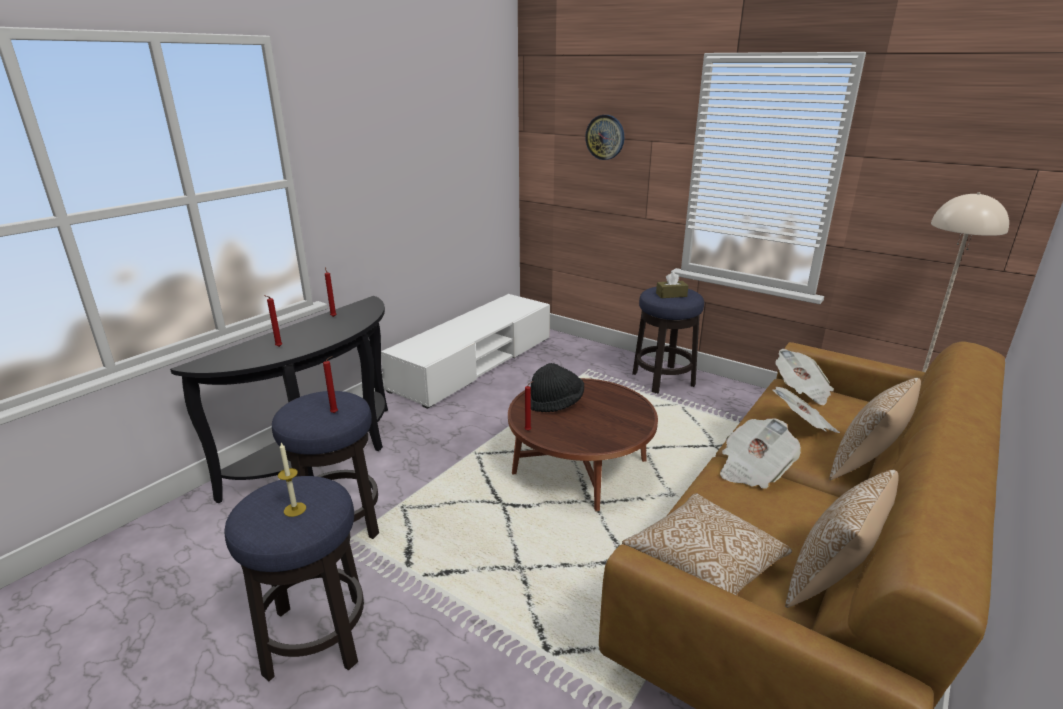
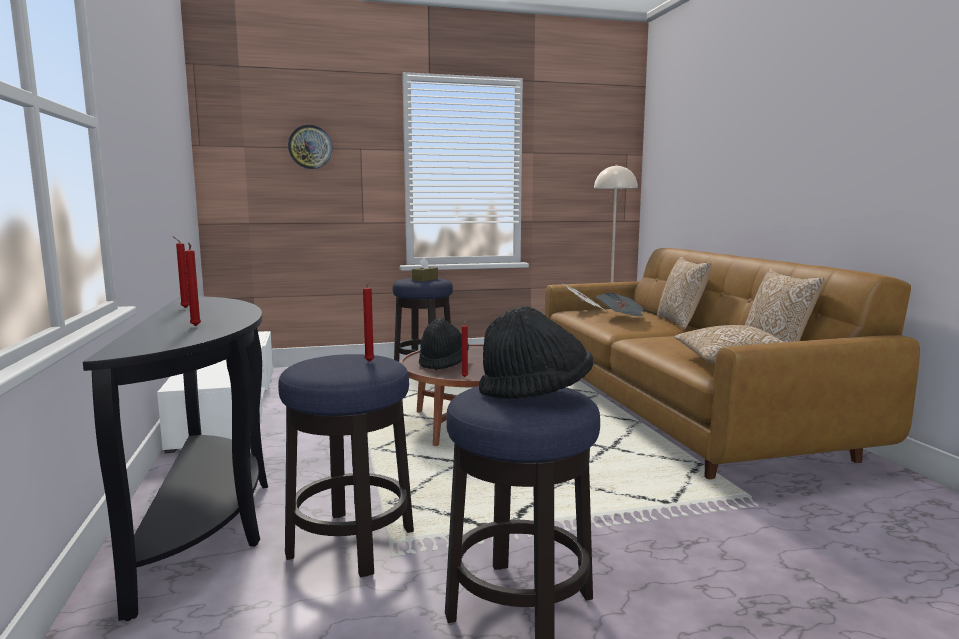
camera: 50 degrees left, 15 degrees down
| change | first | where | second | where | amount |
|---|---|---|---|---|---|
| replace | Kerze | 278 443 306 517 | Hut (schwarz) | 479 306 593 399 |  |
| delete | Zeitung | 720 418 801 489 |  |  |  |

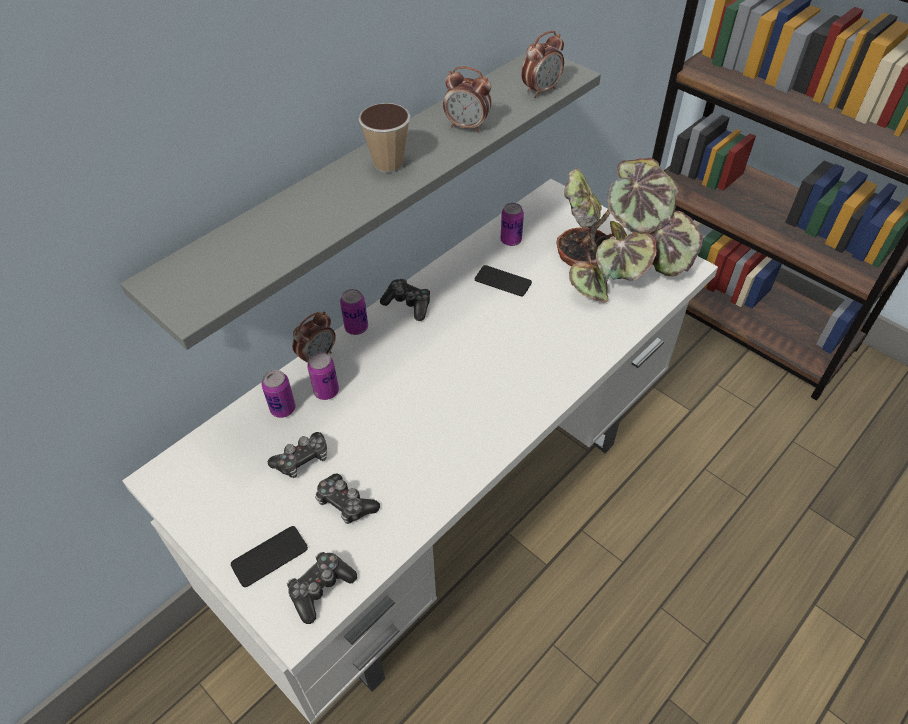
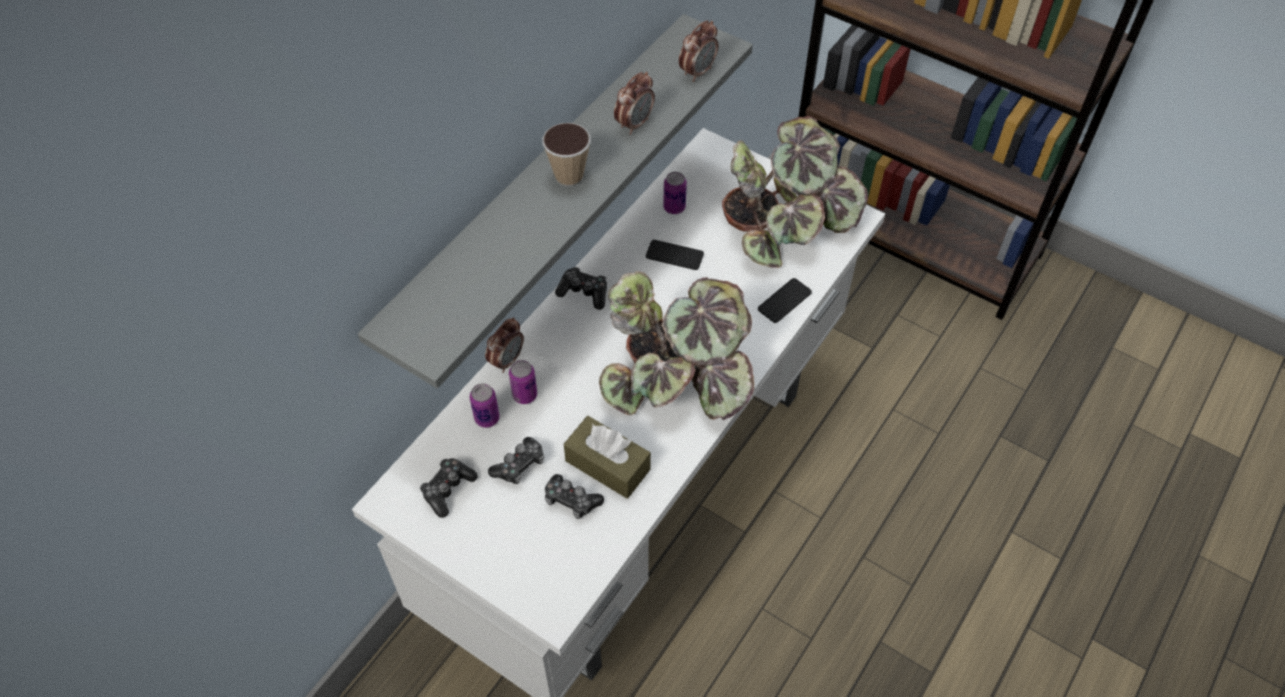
camera: 10 degrees left, 5 degrees up
| change | first | where | second | where | amount |
|---|---|---|---|---|---|
| move | Handy | 231 526 308 587 |  | 758 278 812 323 |  |
| move | Gamepad | 287 552 357 624 |  | 420 458 478 518 |  |
| delete | Dose | 340 289 368 335 |  |  |  |
| rotate | Wecker | 443 66 491 133 |  | 614 72 655 135 | 60 degrees counterclockwise |
| insert |  |  | Taschentuchbox (braun) | 564 416 651 499 |  |
| insert |  |  | Topfpflanze | 599 271 754 420 |  |

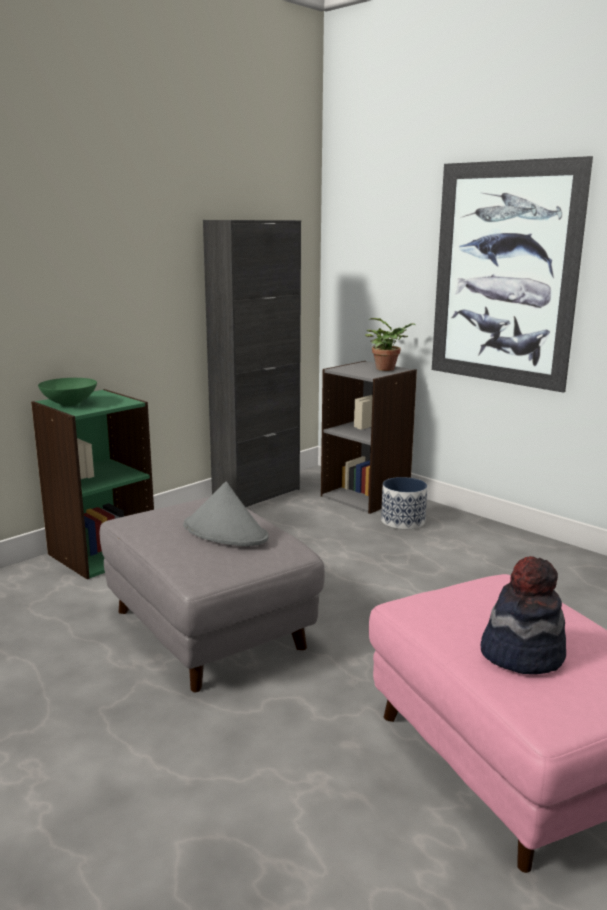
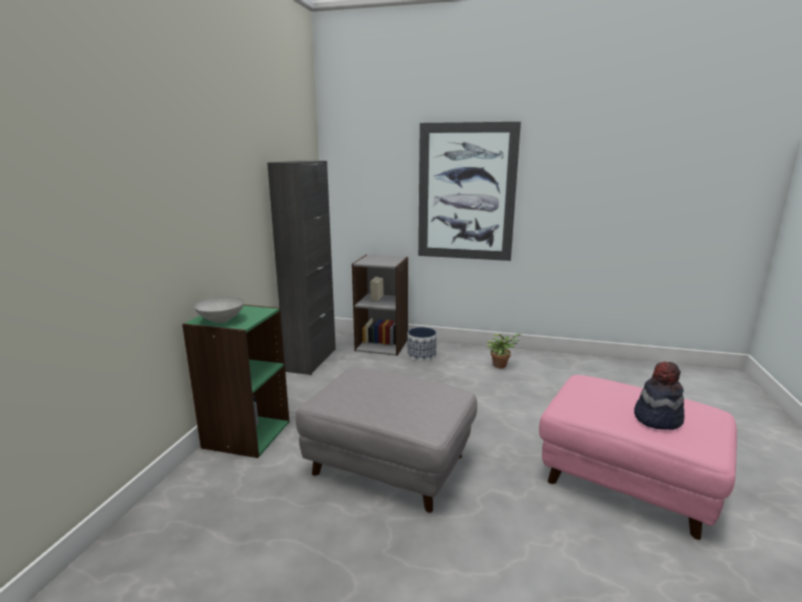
camera: 30 degrees left, 0 degrees up
| change | first | where | second | where | amount |
|---|---|---|---|---|---|
| recolor | Schüssel (grün) | 38 378 97 406 | Schüssel (grau) | 194 297 244 323 |  |
| delete | Hut (grau) | 183 482 269 546 |  |  |  |
| move | Topfpflanze | 365 318 415 371 |  | 487 334 522 368 |  |

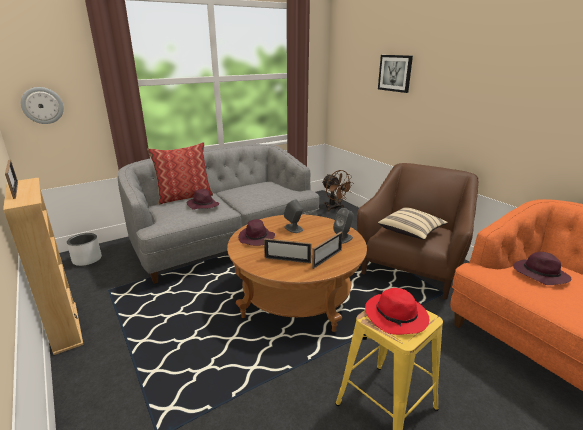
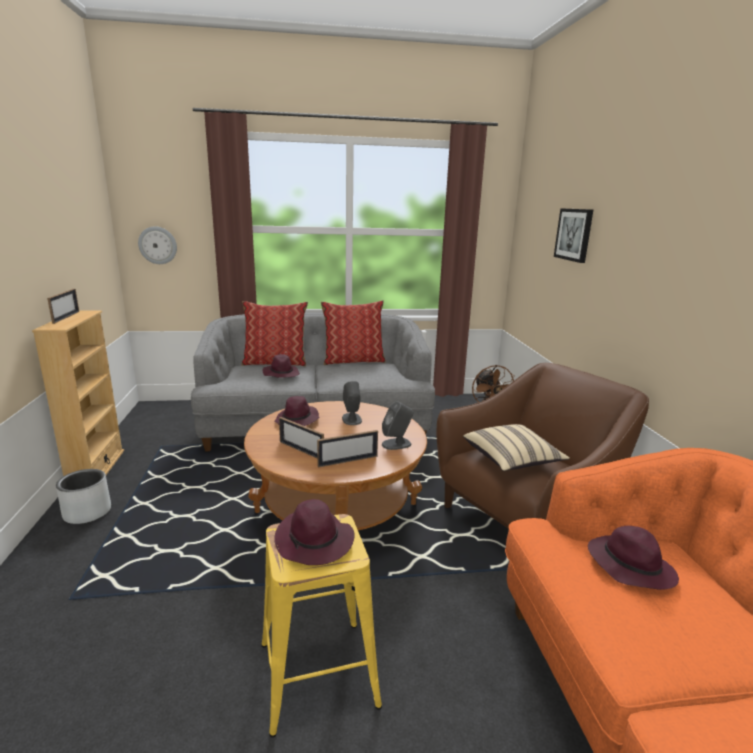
camera: 25 degrees right, 5 degrees down
| change | first | where | second | where | amount |
|---|---|---|---|---|---|
| move | Pflanzkübel (grau) | 67 233 102 266 |  | 56 469 111 524 |  |
| recolor | Hut (rot) | 365 288 429 335 | Hut (lila) | 274 499 354 565 |  |
| insert |  |  | Kissen | 321 300 386 365 |  |

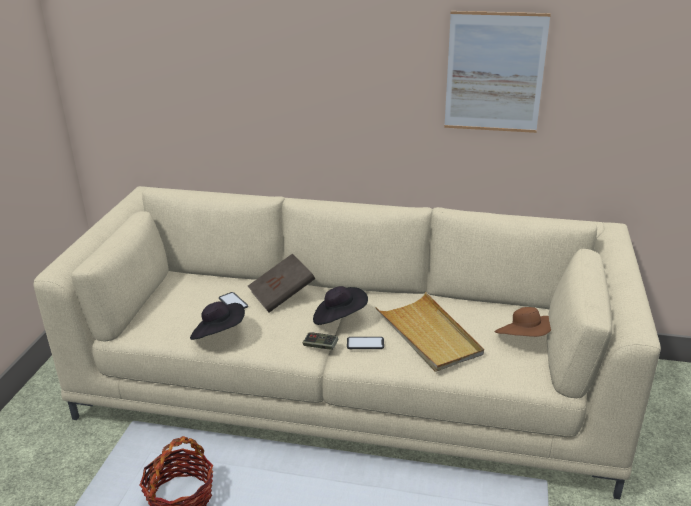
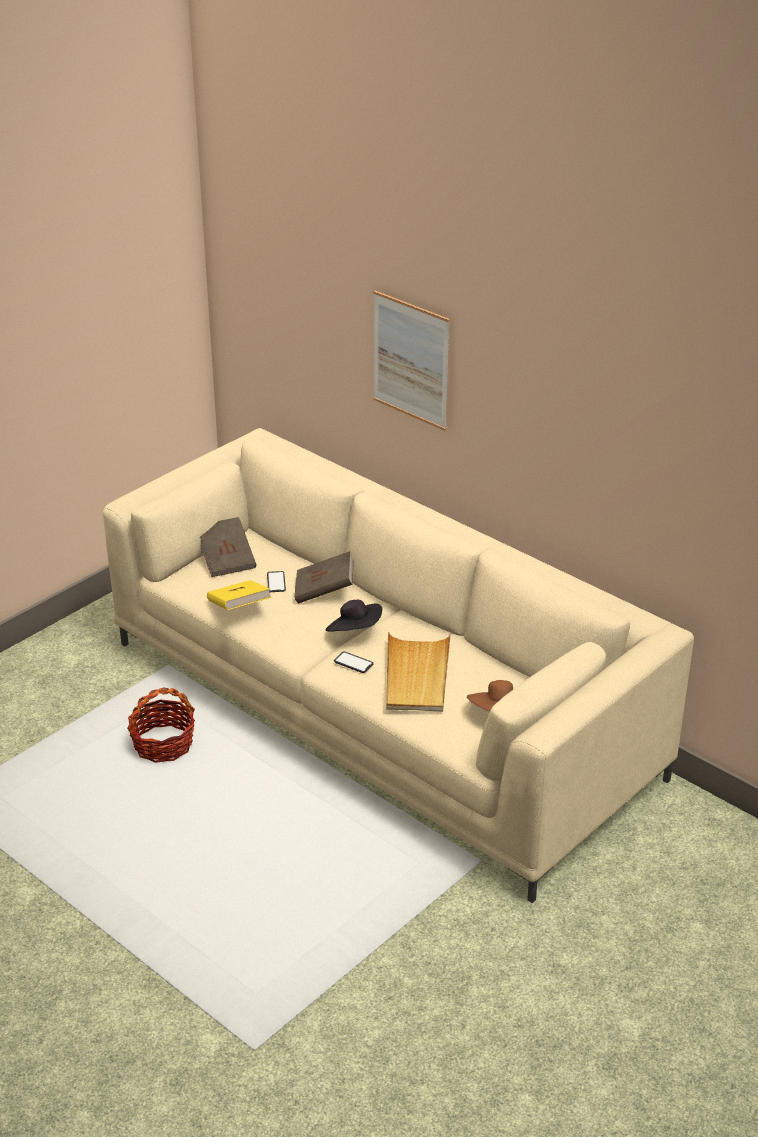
camera: 30 degrees right, 5 degrees up
| change | first | where | second | where | amount |
|---|---|---|---|---|---|
| replace | Hut (schwarz) | 190 301 245 340 | Buch (gelb) | 207 580 272 610 |  |
| delete | Gamepad | 303 332 339 350 |  |  |  |
| move | Bild | 444 11 551 133 |  | 374 291 450 431 |  |
| insert |  |  | Buch (braun) | 200 517 256 577 |  |

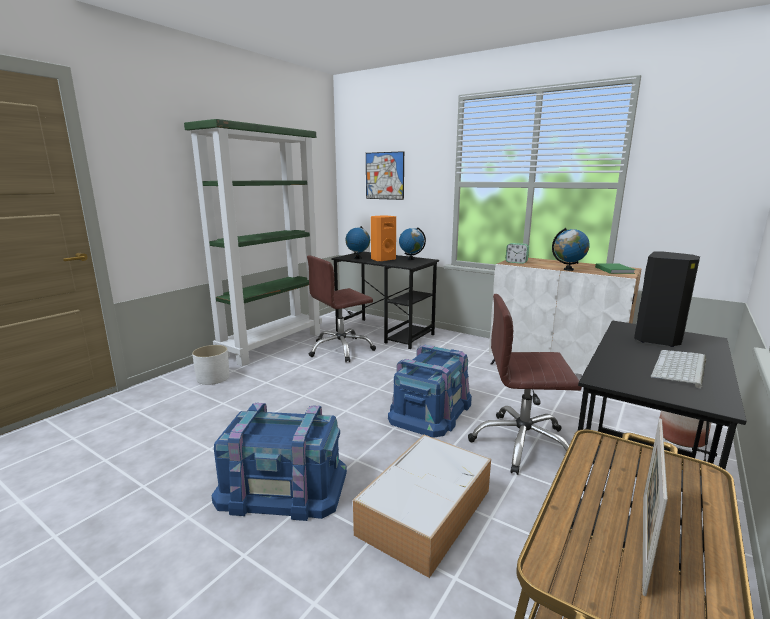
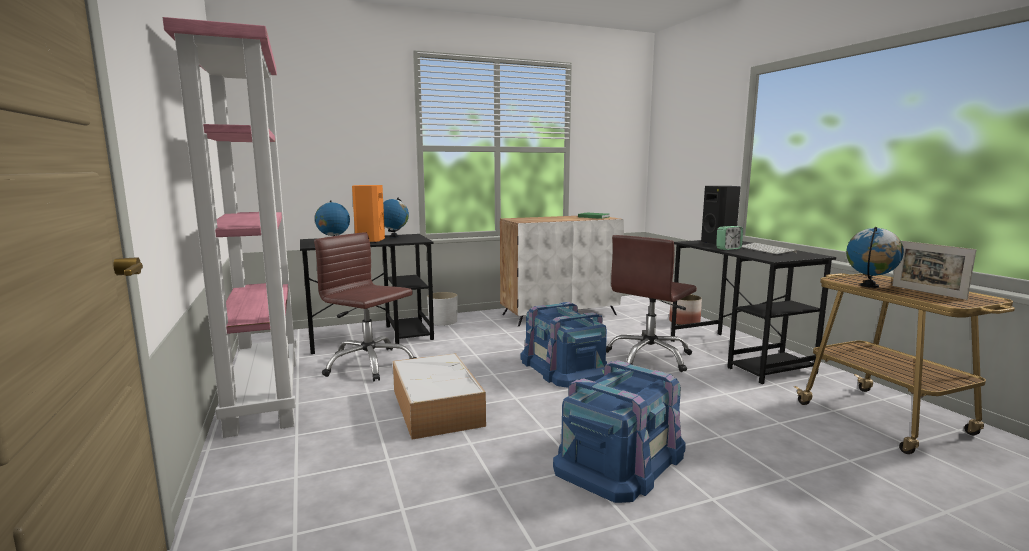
camera: 55 degrees left, 5 degrees down
| change | first | where | second | where | amount |
|---|---|---|---|---|---|
| recolor | Bücherregal (grün) | 184 119 322 366 | Bücherregal (rosa) | 163 17 297 438 |  |
| move | Pflanzkübel (weiß) | 192 345 230 385 |  | 427 292 457 326 |  |
| rotate | Bürostuhl (braun) | 307 255 376 362 |  | 314 232 417 382 | 120 degrees clockwise |
| move | Aufbewahrungsbox | 353 435 491 578 |  | 393 353 486 439 |  |
| delete | Bild | 366 151 404 200 |  |  |  |
| move | Wecker | 506 243 529 264 |  | 716 226 743 250 |  |
| move | Globus | 552 228 590 271 |  | 846 227 904 288 |  |

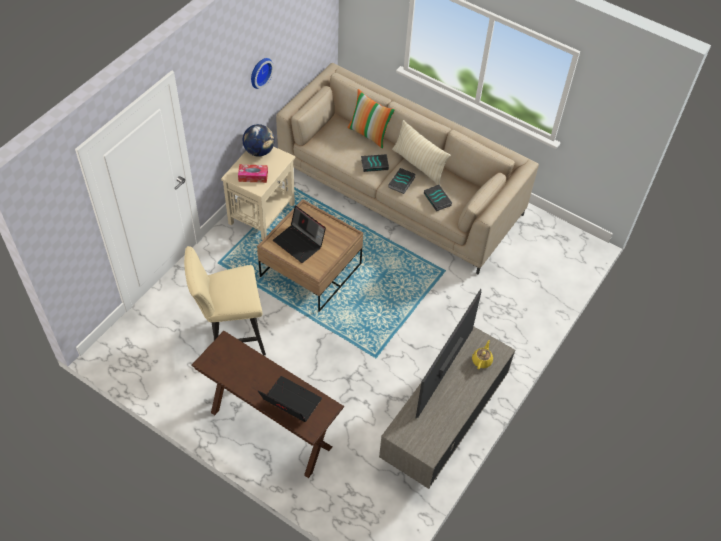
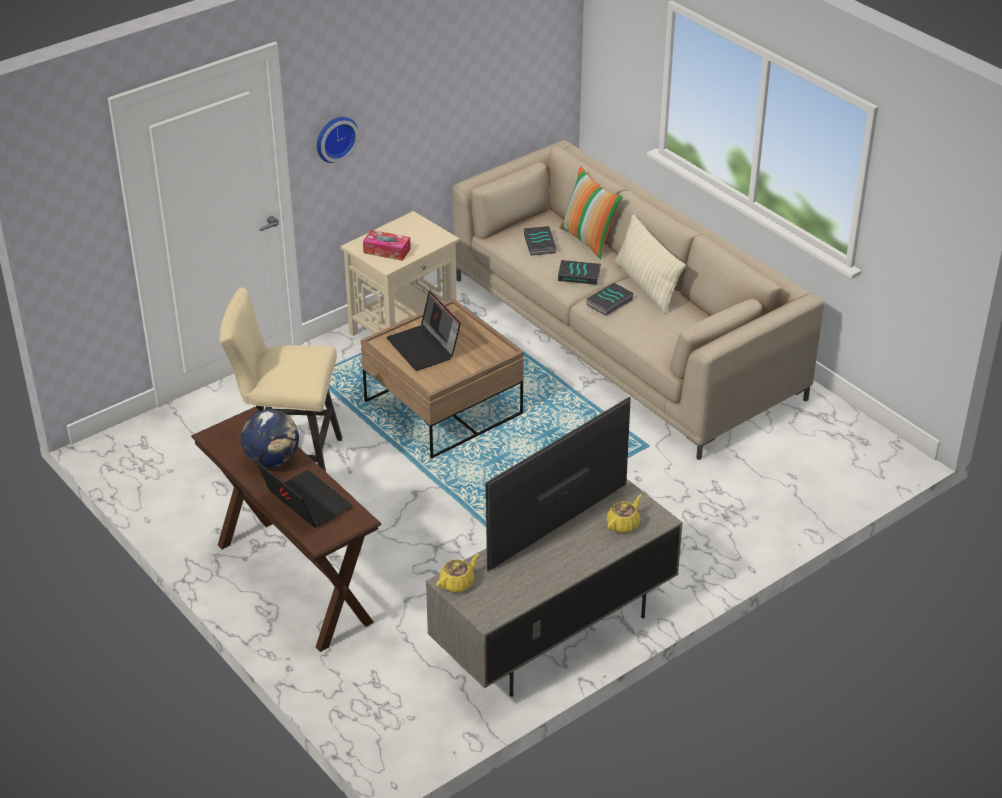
camera: 20 degrees right, 15 degrees down
| change | first | where | second | where | amount |
|---|---|---|---|---|---|
| move | Globus | 243 124 275 157 |  | 241 409 299 467 |  |
| move | Wanduhr | 251 58 274 89 |  | 317 117 359 163 |  |
| move | Buch | 424 185 452 211 |  | 524 226 557 256 |  |
| insert |  |  | Teekanne (gelb) | 436 554 479 592 |  |

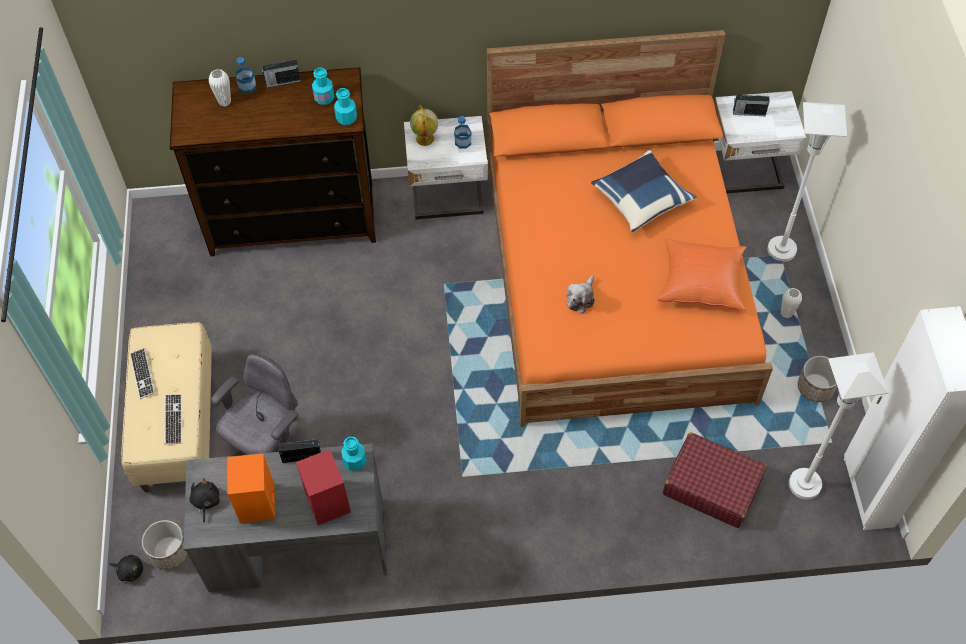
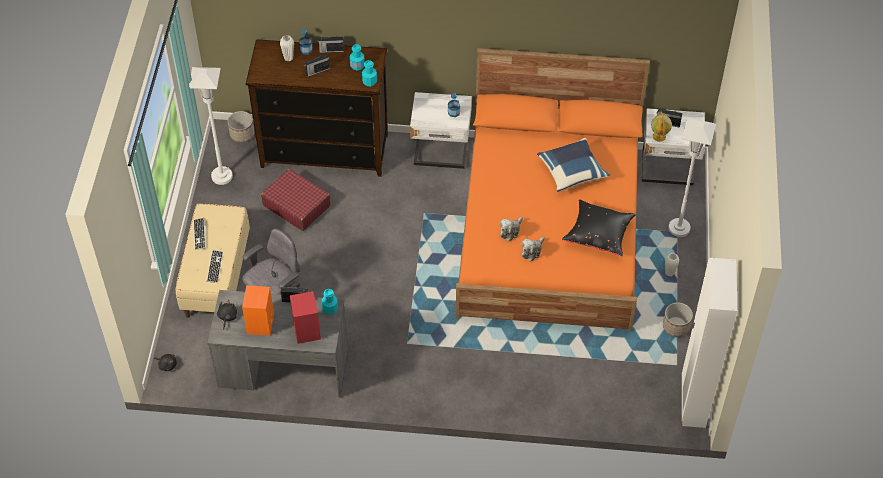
camera: 10 degrees right, 5 degrees down
| change | first | where | second | where | amount |
|---|---|---|---|---|---|
| move | Pflanzkübel | 142 520 188 570 |  | 228 111 255 142 |  |
| move | Globus | 410 105 438 146 |  | 651 111 672 142 |  |
| recolor | Kissen (orange) | 657 238 747 311 | Kissen (schwarz) | 562 200 636 256 |  |
| move | Koffer (rot) | 663 433 767 528 |  | 261 169 330 231 |  |
| move | Stehlampe (weiß) | 789 352 889 500 |  | 189 67 233 185 |  |
| insert |  |  | Radio | 304 54 330 77 |  |
| insert |  |  | Plüschtier | 521 237 545 262 |  |

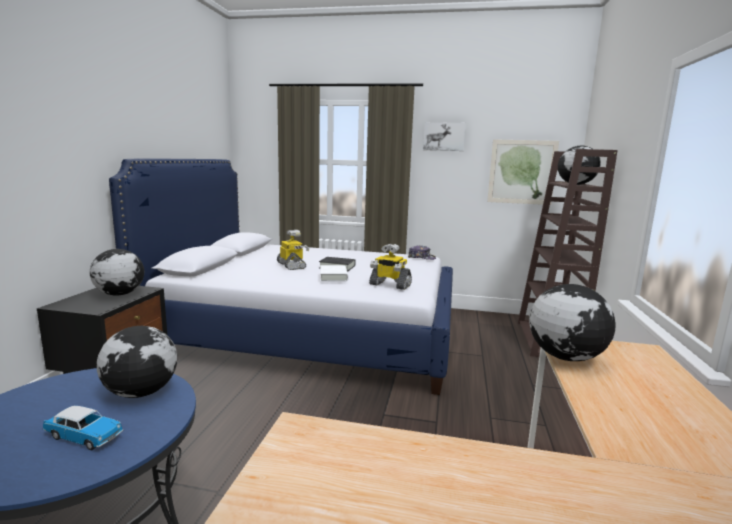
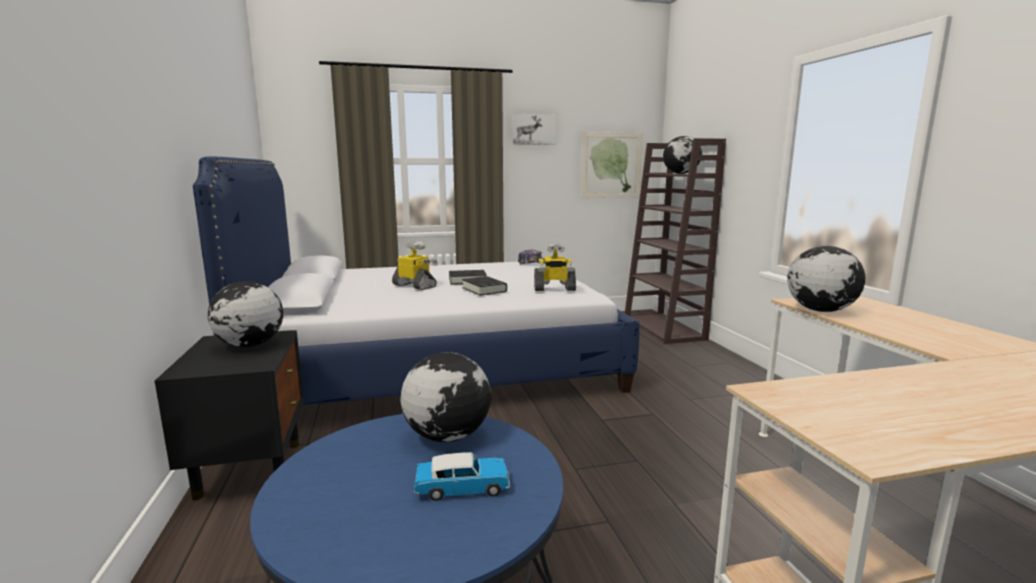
camera: 25 degrees left, 0 degrees up
| change | first | where | second | where | amount |
|---|---|---|---|---|---|
| recolor | Buch (weiß) | 320 265 348 282 | Buch (schwarz) | 462 276 507 296 |  |

